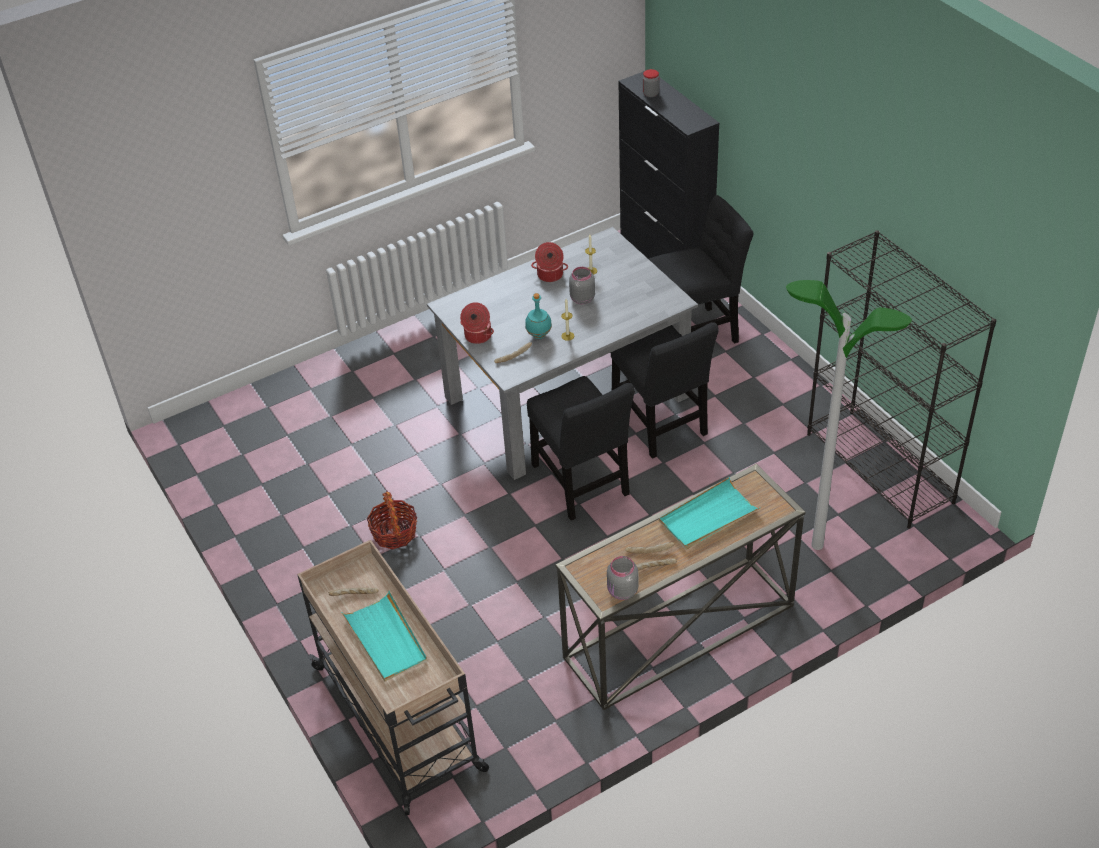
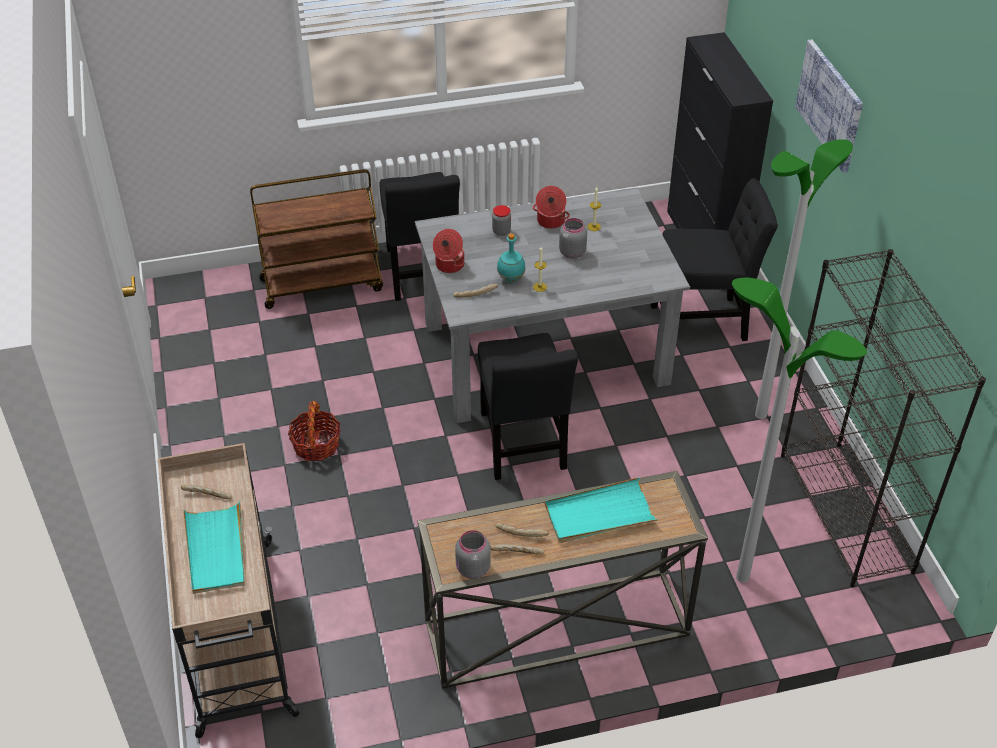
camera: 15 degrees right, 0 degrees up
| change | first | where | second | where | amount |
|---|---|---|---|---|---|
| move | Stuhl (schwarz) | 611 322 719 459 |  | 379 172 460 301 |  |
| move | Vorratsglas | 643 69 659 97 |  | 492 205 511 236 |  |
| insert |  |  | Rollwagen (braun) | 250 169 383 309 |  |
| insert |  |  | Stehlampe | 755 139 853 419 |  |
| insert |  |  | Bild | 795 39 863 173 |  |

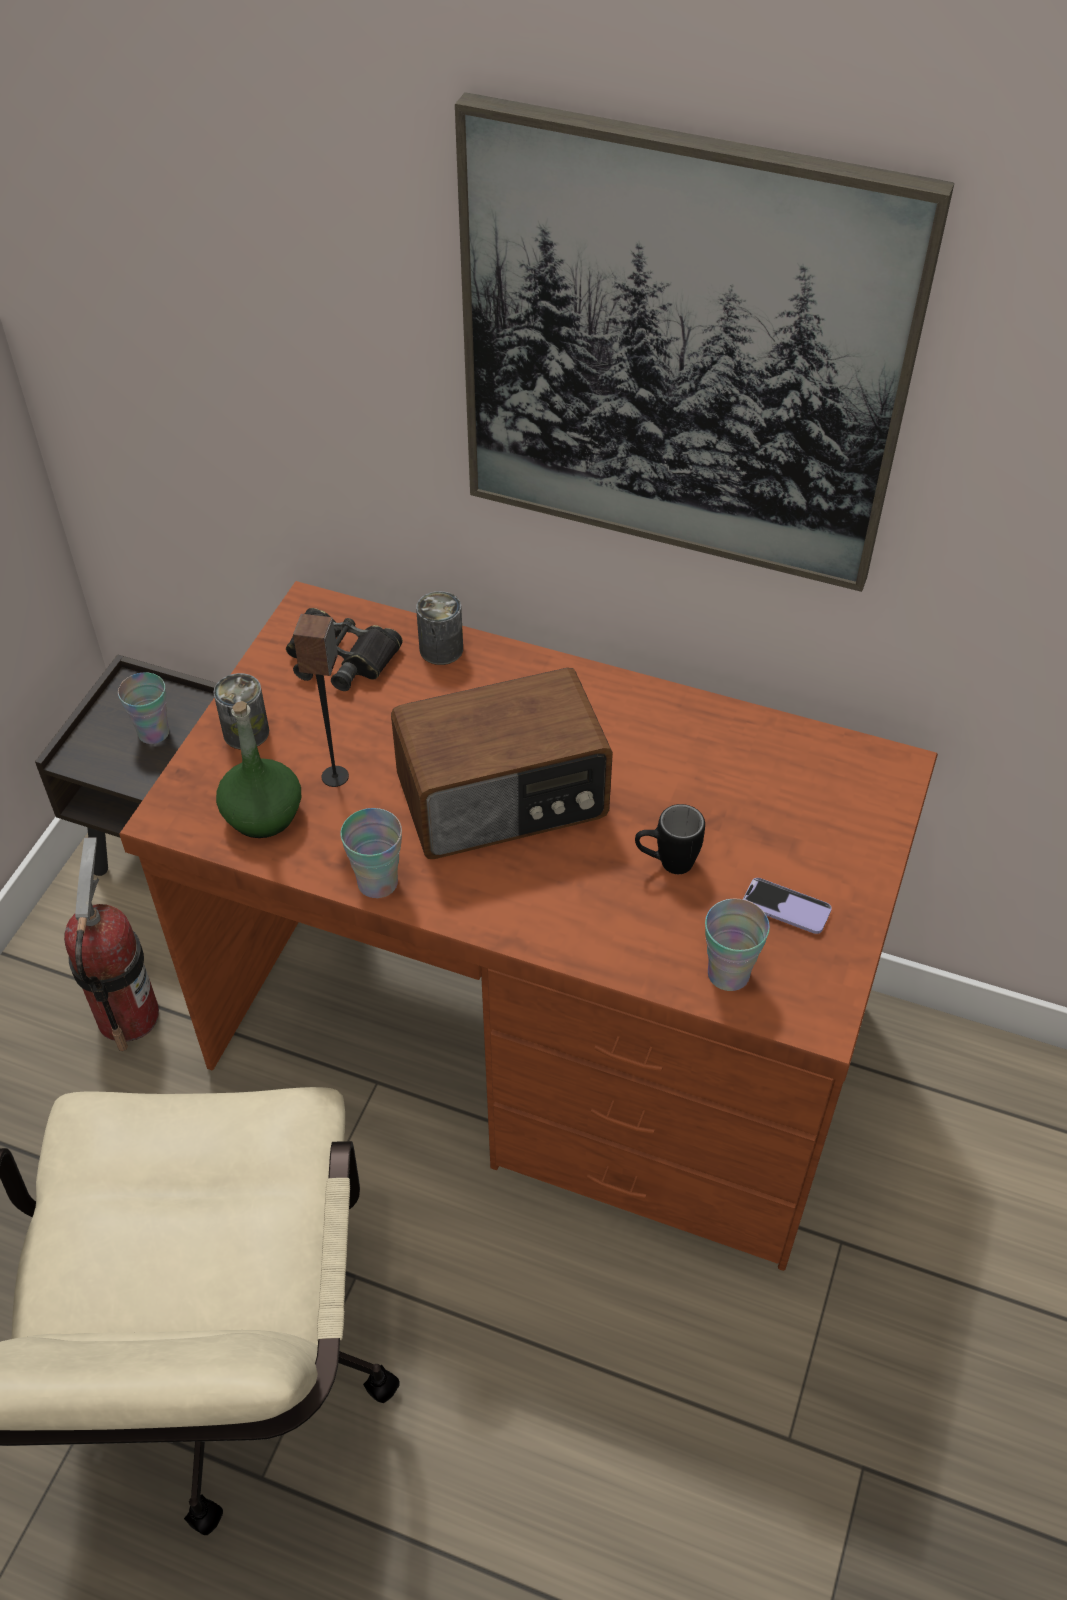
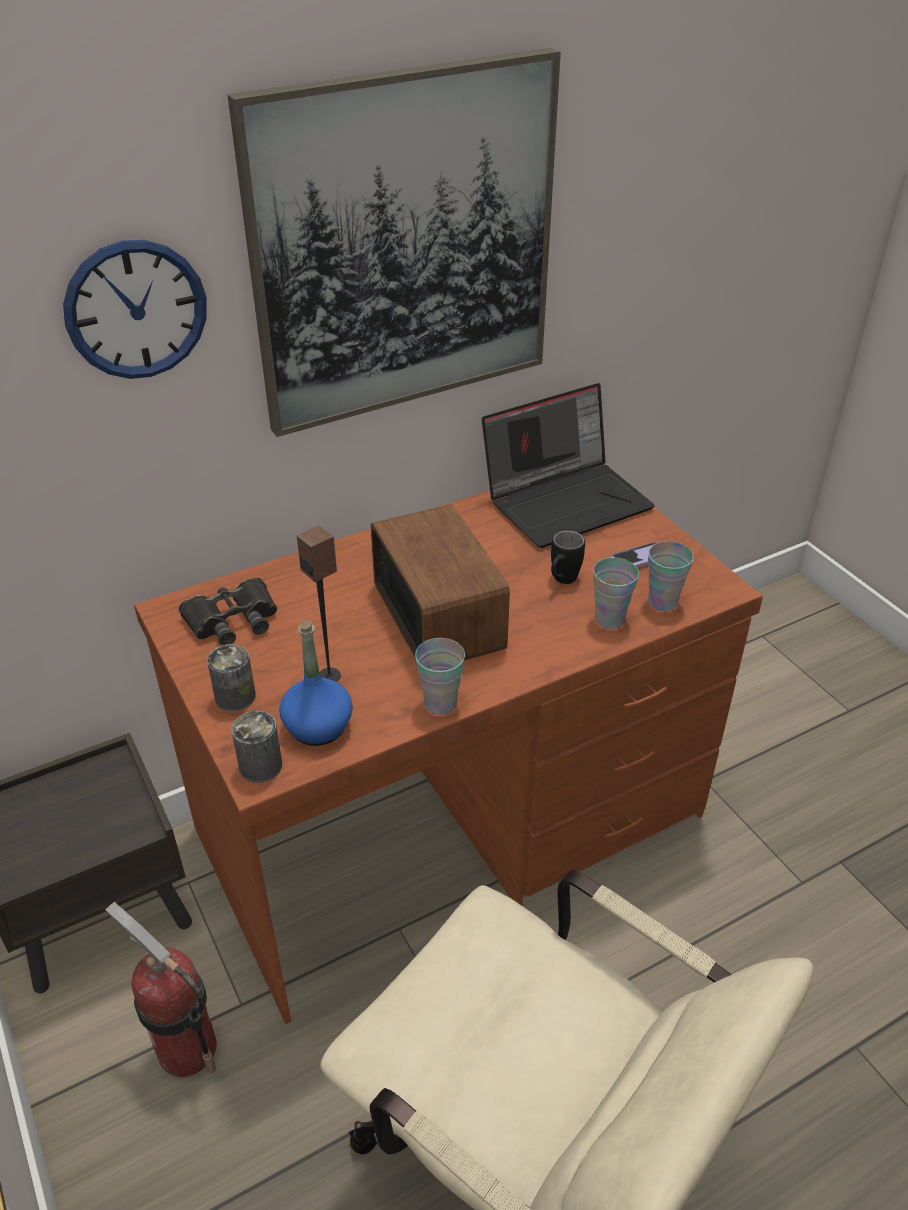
camera: 50 degrees left, 10 degrees down
| change | first | where | second | where | amount |
|---|---|---|---|---|---|
| move | Tasse | 118 673 169 744 |  | 593 557 639 629 |  |
| recolor | Flasche (grün) | 216 701 301 838 | Flasche (blau) | 279 620 353 746 |  |
| rotate | Radio | 391 668 613 859 |  | 371 504 510 660 | 45 degrees counterclockwise |
| move | Dose | 416 591 463 665 |  | 231 711 282 783 |  |
| insert |  |  | Wanduhr | 63 240 207 379 |  |
| insert |  |  | Laptop | 482 383 655 548 |  |

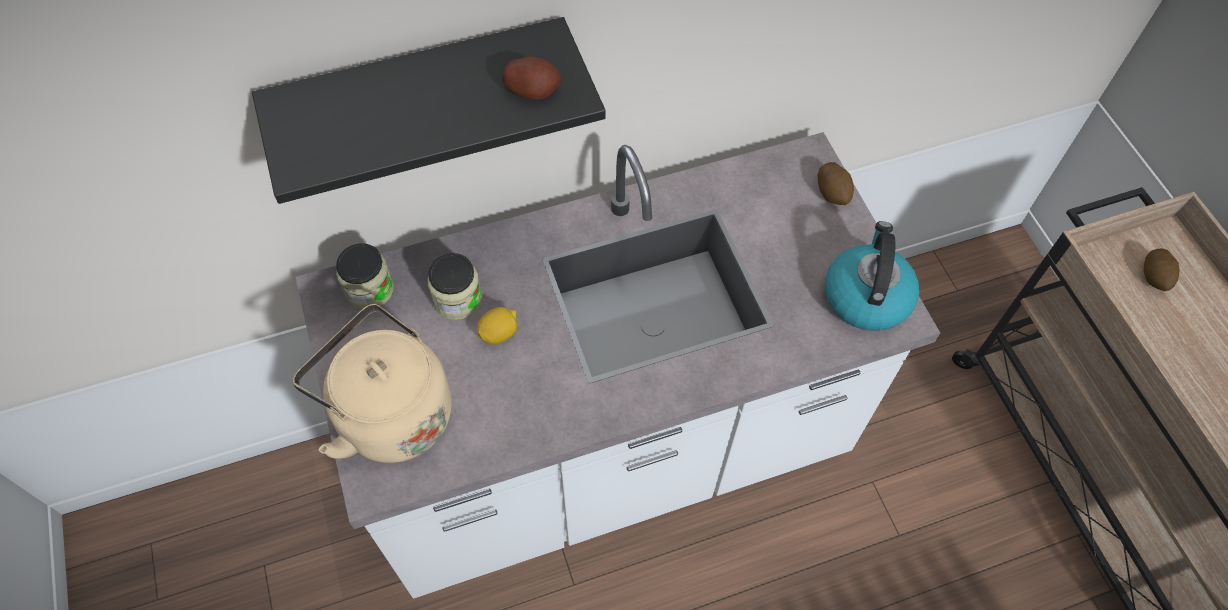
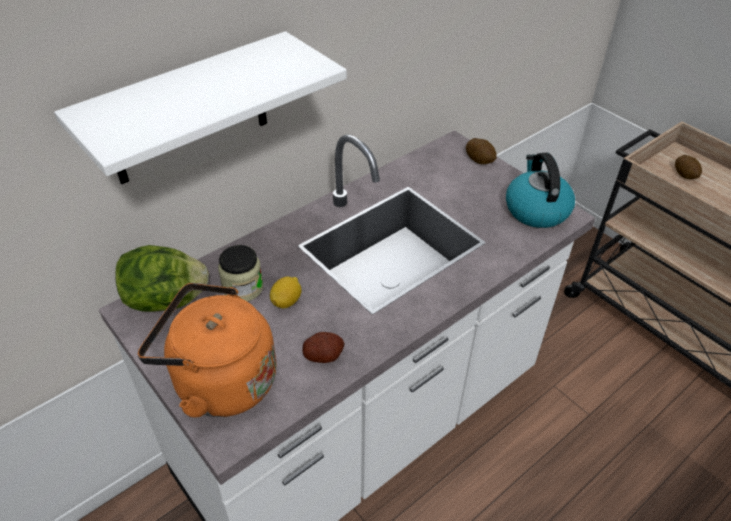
camera: 20 degrees left, 15 degrees down
| change | first | where | second | where | amount |
|---|---|---|---|---|---|
| recolor | Wandregal (schwarz) | 252 17 606 204 | Wandregal (weiß) | 54 31 347 184 |  |
| recolor | Wasserkessel (beige) | 293 304 452 463 | Wasserkessel (orange) | 138 283 276 417 |  |
| replace | Vorratsglas | 336 243 394 309 | Salatkopf | 115 245 209 312 |  |
| move | Kartoffel | 502 56 561 100 |  | 302 332 345 363 |  |

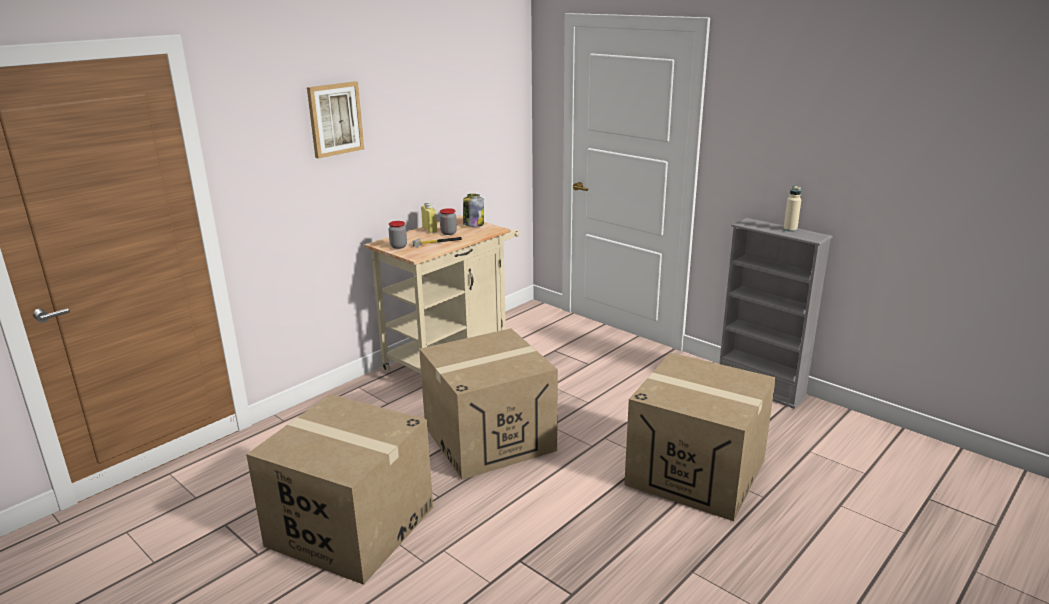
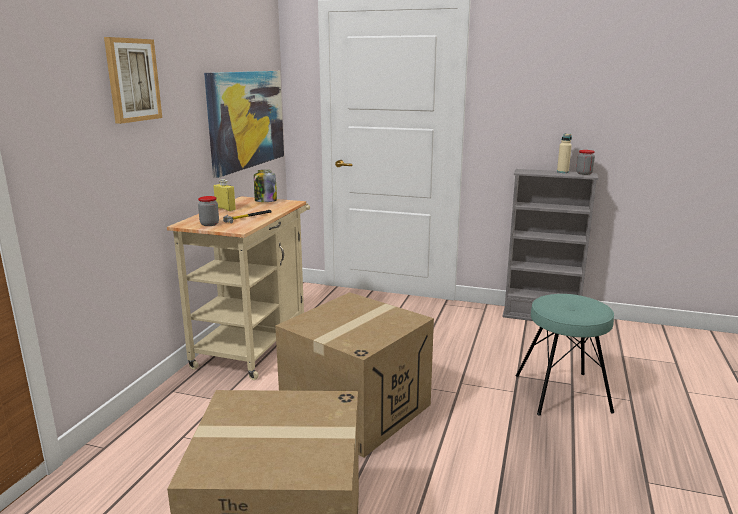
camera: 25 degrees left, 5 degrees down
| change | first | where | second | where | amount |
|---|---|---|---|---|---|
| move | Vorratsglas | 440 208 457 235 |  | 576 150 595 175 |  |
| replace | Karton | 624 353 776 521 | Hocker (türkis) | 516 294 614 416 |  |
| insert |  |  | Bild | 204 71 284 178 |  |

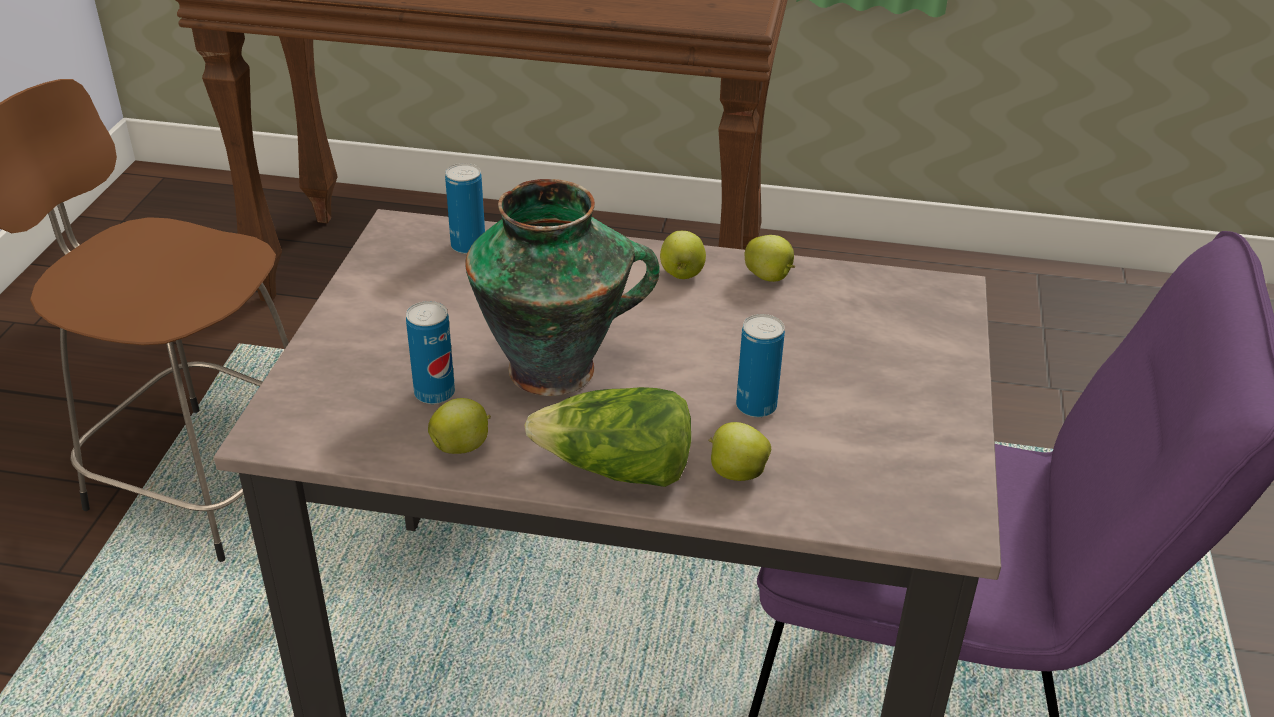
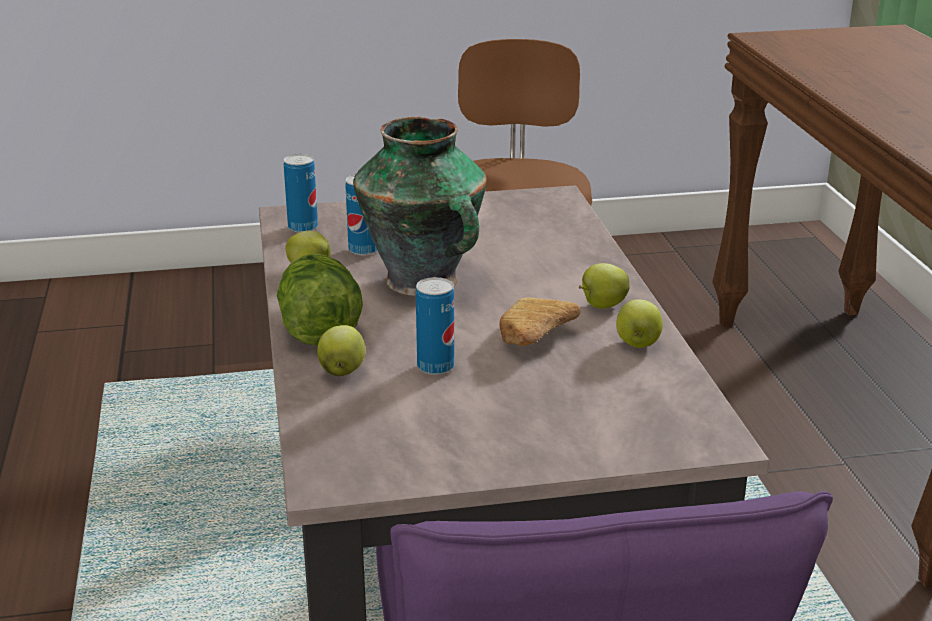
camera: 70 degrees right, 10 degrees down
| change | first | where | second | where | amount |
|---|---|---|---|---|---|
| move | Dose | 445 163 485 254 |  | 284 154 318 233 |  |
| insert |  |  | Brot | 499 297 581 346 |  |

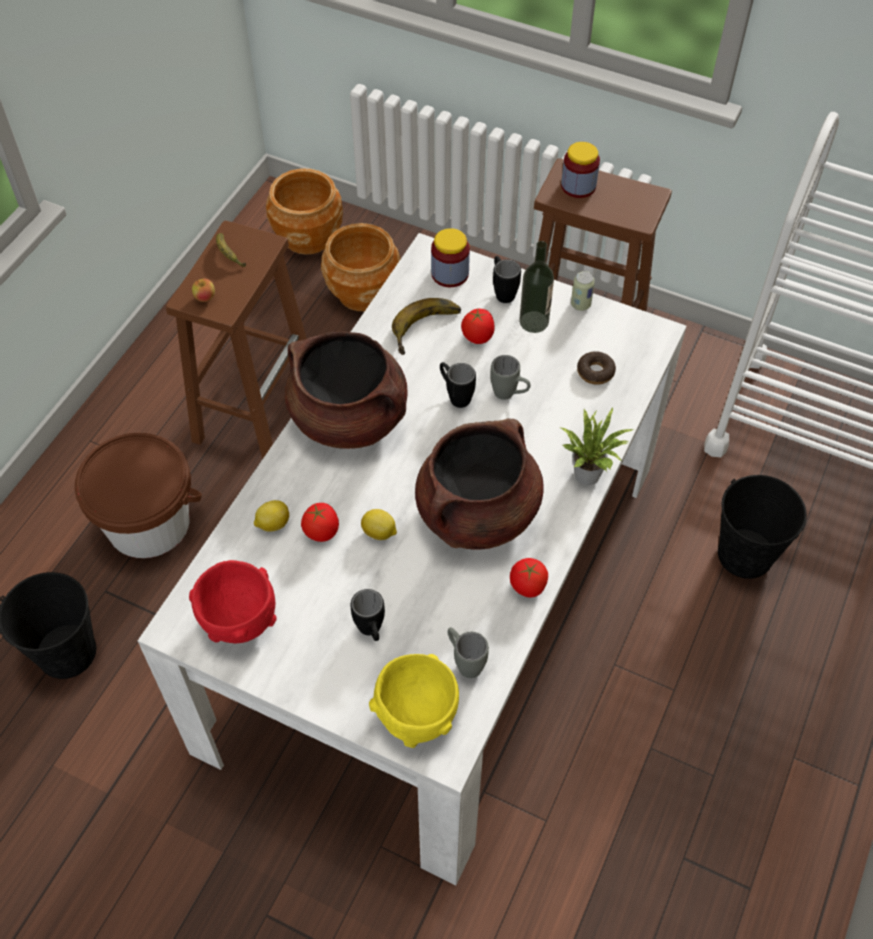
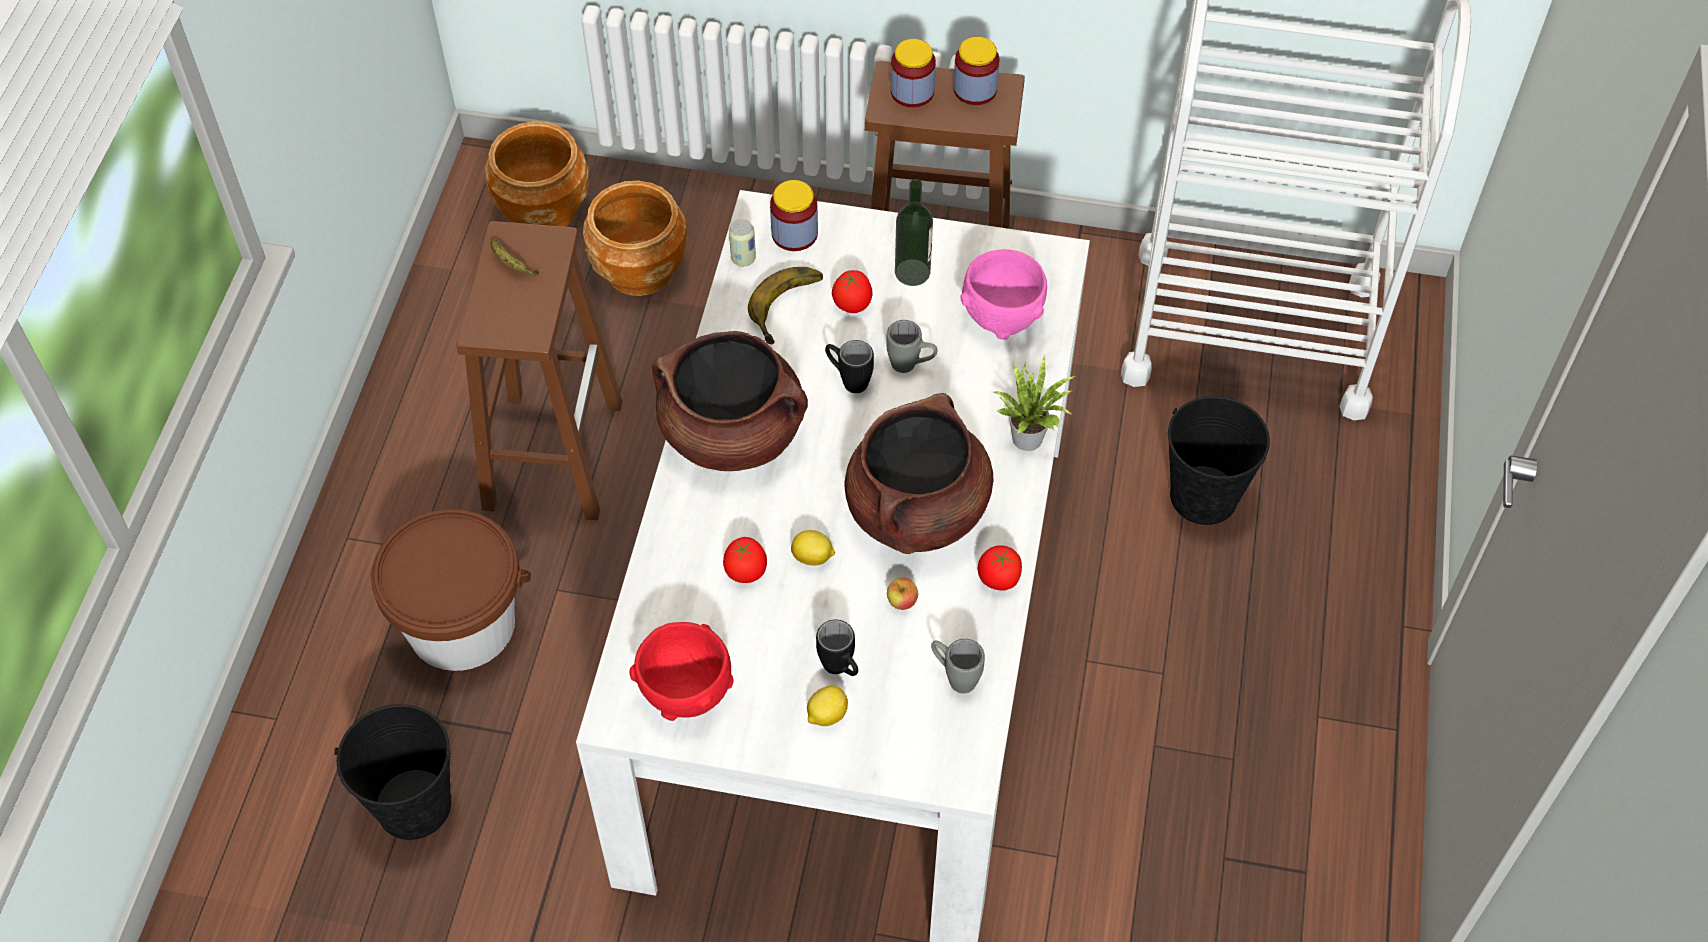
camera: 15 degrees left, 0 degrees up
| change | first | where | second | where | amount |
|---|---|---|---|---|---|
| move | Apfel | 192 279 215 302 |  | 887 578 918 610 |  |
| move | Zitrone | 254 500 289 532 |  | 807 686 848 726 |  |
| delete | Schüssel (gelb) | 369 654 459 748 |  |  |  |
| delete | Henkelbecher (schwarz) | 493 256 521 303 |  |  |  |
| move | Dose | 571 271 595 311 |  | 729 219 756 267 |  |
| replace | Donut | 577 351 616 385 | Schüssel (rosa) | 960 249 1047 340 |  |
| insert |  |  | Vorratsglas | 954 37 999 105 |  |

